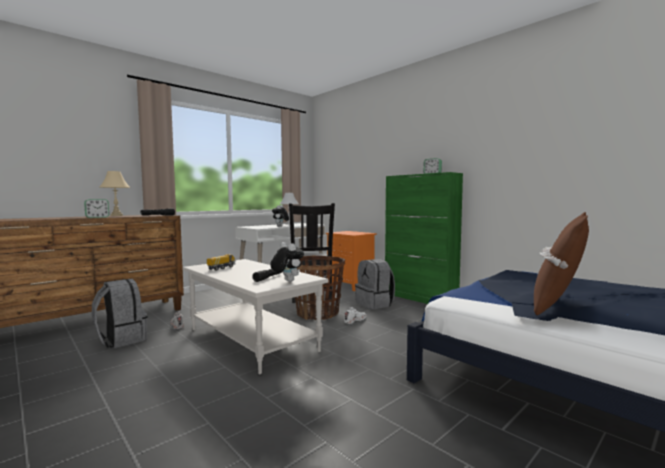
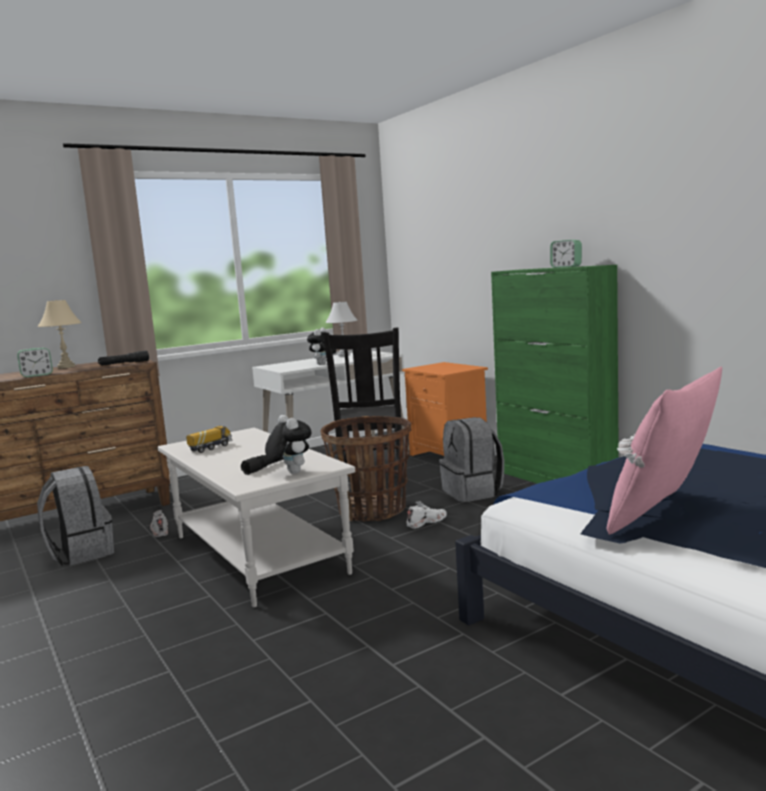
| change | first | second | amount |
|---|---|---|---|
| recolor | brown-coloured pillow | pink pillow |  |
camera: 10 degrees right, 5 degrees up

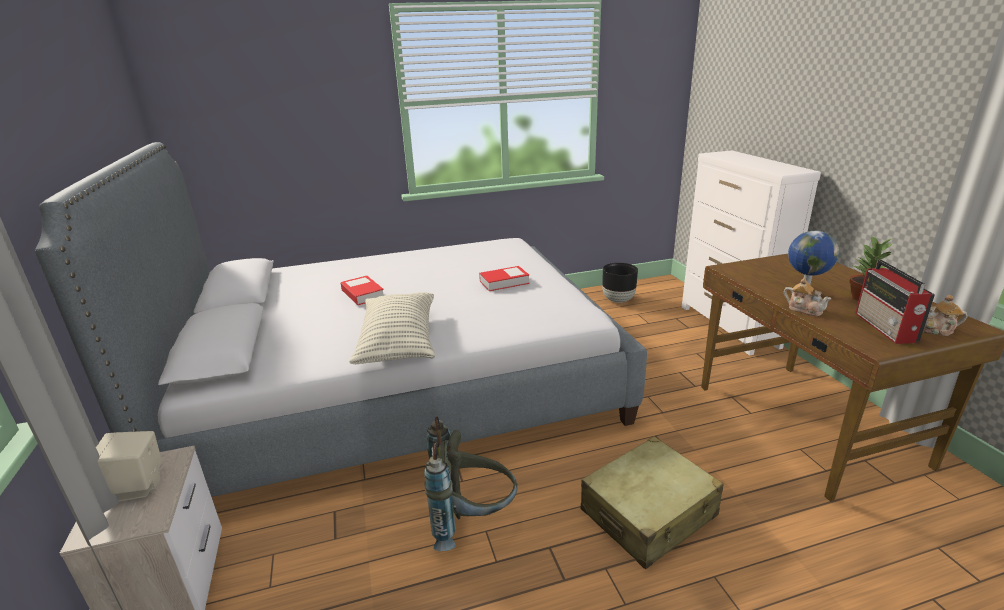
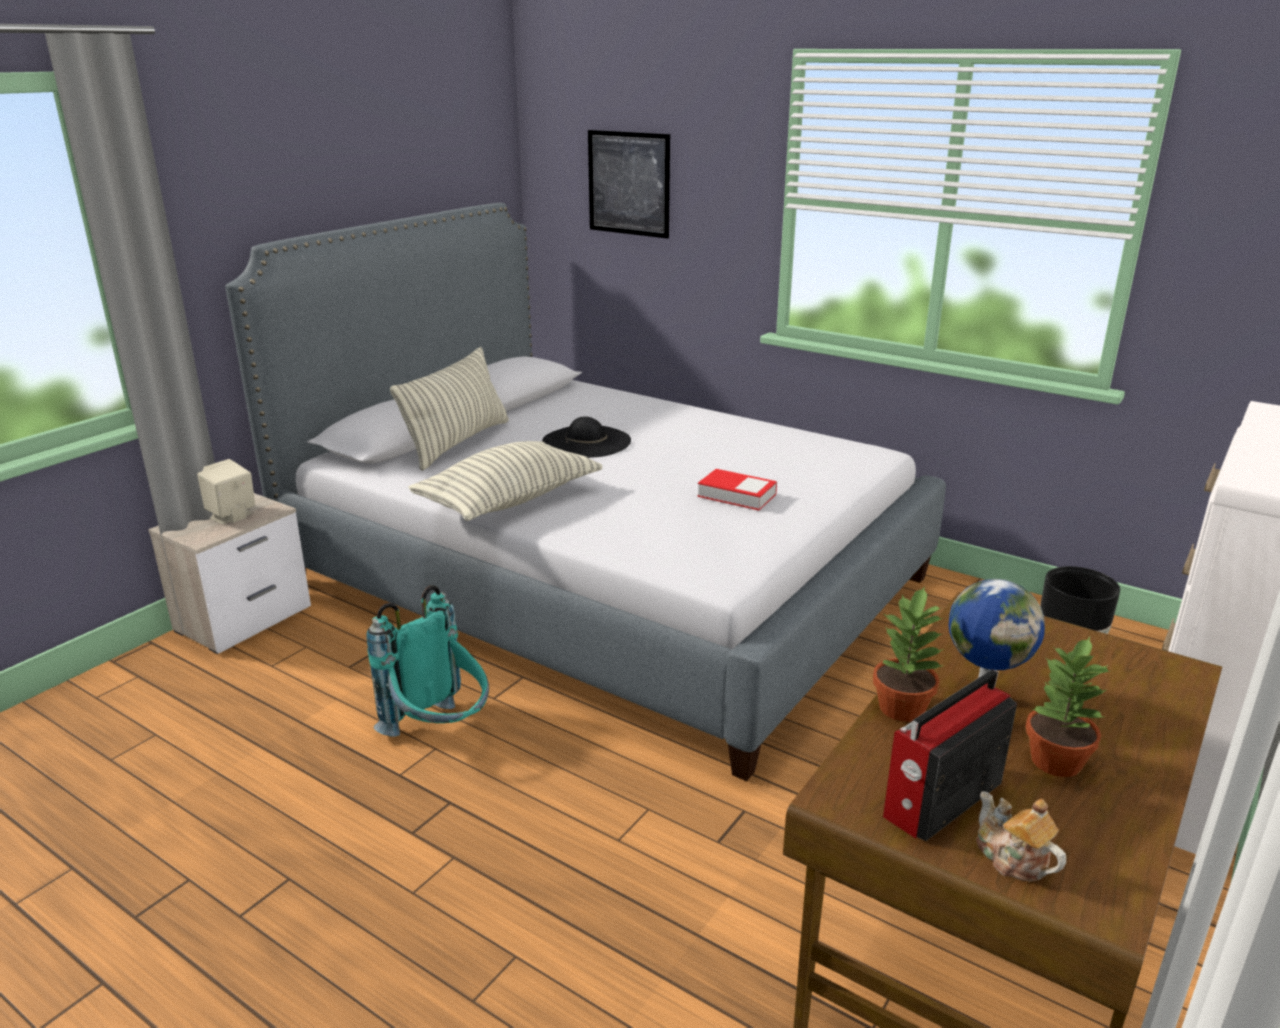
| change | first | second | amount |
|---|---|---|---|
| delete | beige piece of luggage |  |  |
| insert |  | pillow (1st from left) |  |
| insert |  | wall picture |  |
| replace | volume (1st from left) | black hat |  |
| replace | teapot (1st from left) | houseplant (1st from left) |  |
| recolor | gray knapsack | turquoise-coloured knapsack |  |
camera: 50 degrees right, 0 degrees up

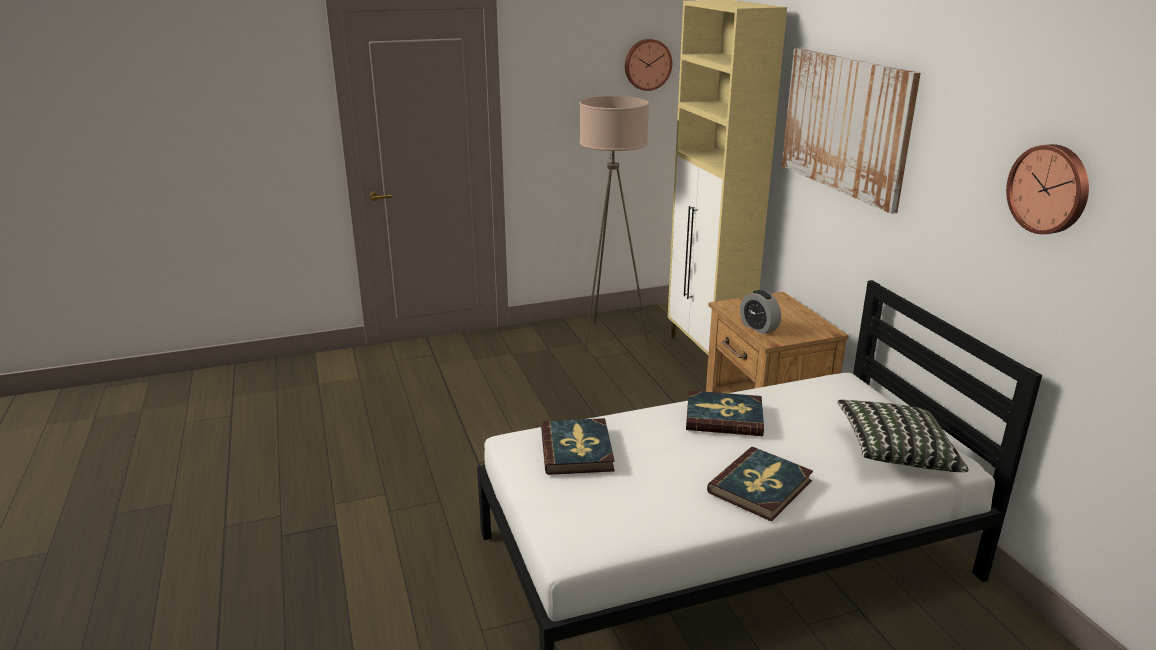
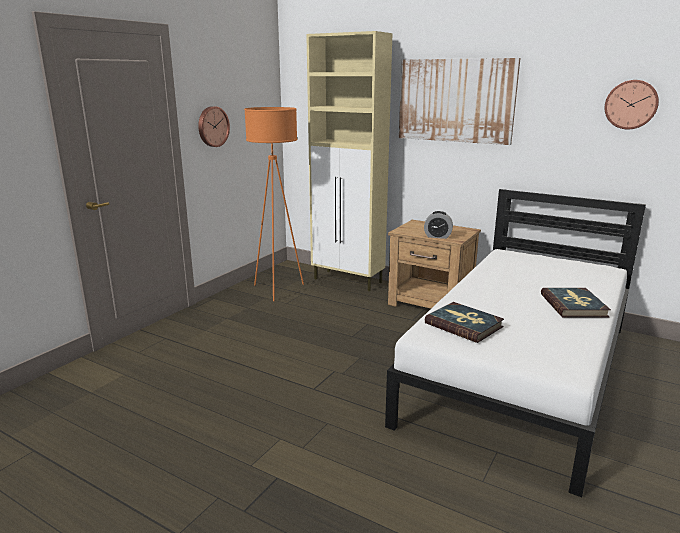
| change | first | second | amount |
|---|---|---|---|
| delete | volume (2nd from left) |  |  |
| delete | pillow |  |  |
| move | wall clock (1st from left) |  |  |
| recolor | beige standing lamp | orange-coloured standing lamp |  |
camera: 40 degrees left, 5 degrees down

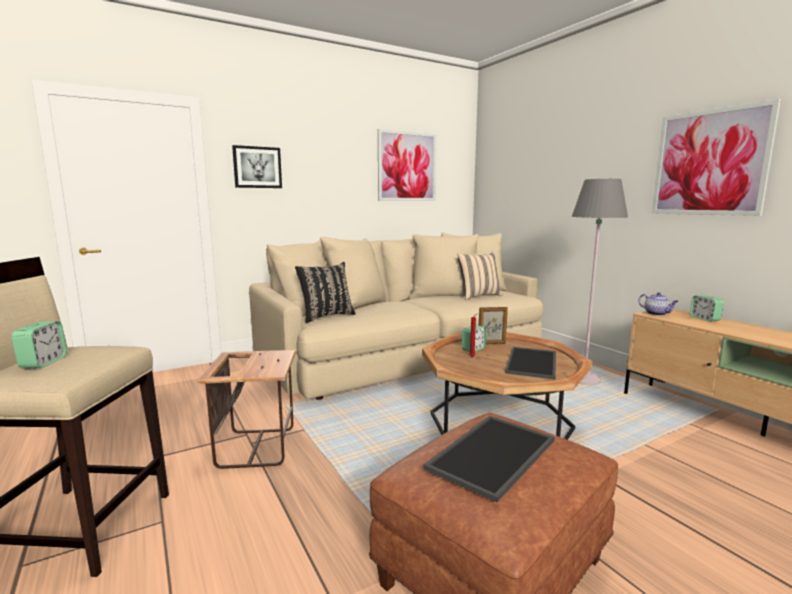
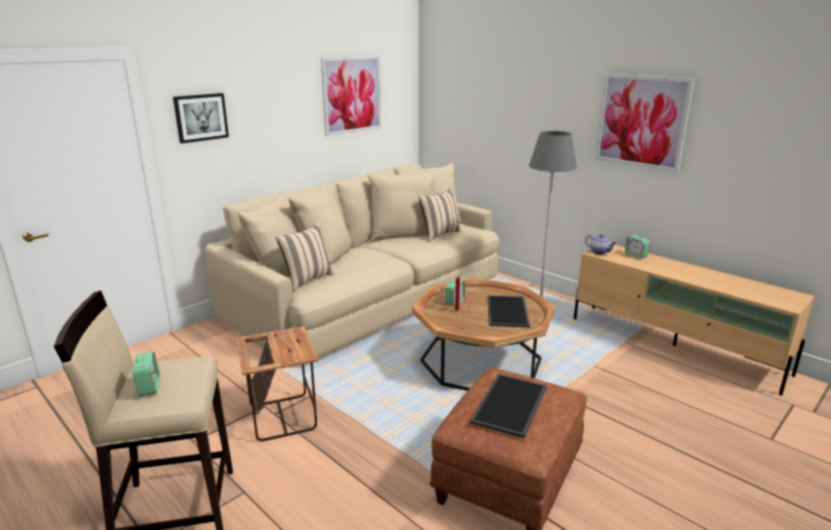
| change | first | second | amount |
|---|---|---|---|
| delete | picture frame |  |  |
| recolor | black pillow | beige pillow (1st from left) |  |
camera: 15 degrees left, 10 degrees up

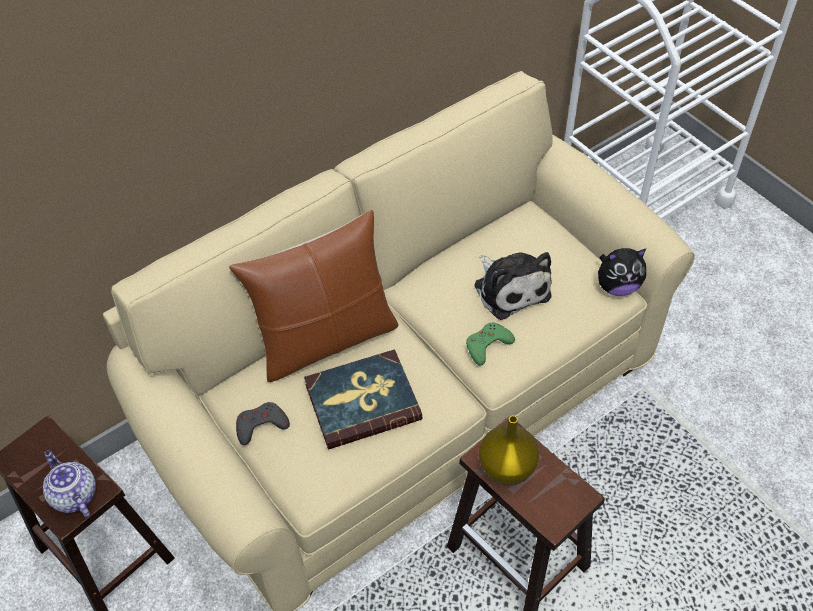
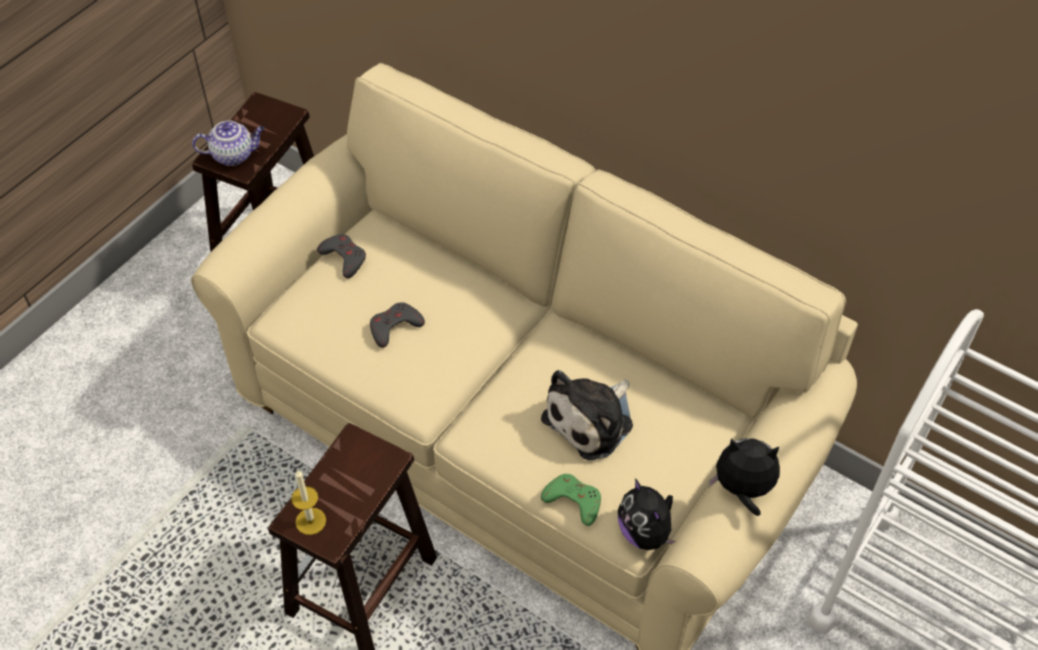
| change | first | second | amount |
|---|---|---|---|
| delete | brown-coloured pillow |  |  |
| delete | yellowish flower vase |  |  |
| insert |  | wax candle |  |
| insert |  | soft toy (3rd from left) |  |
| move | green-coloured gamepad |  |  |
| replace | volume | gray gamepad (2nd from left) |  |
| rotate | teapot |  | 45 degrees clockwise |
camera: 70 degrees right, 0 degrees up

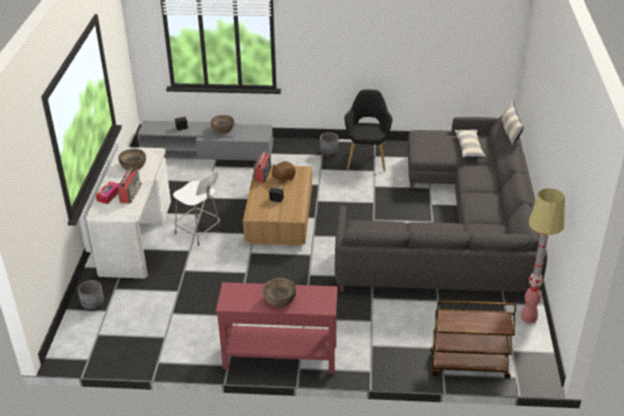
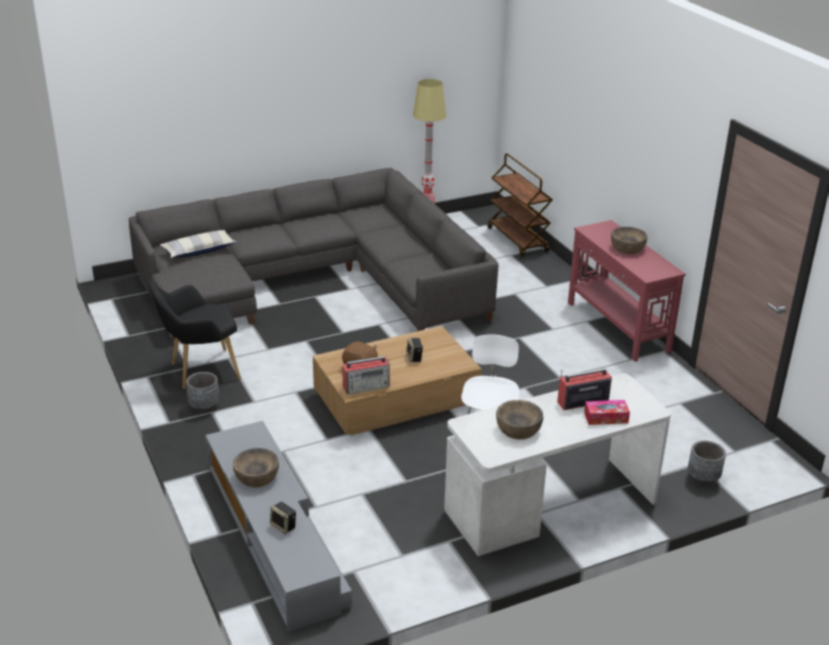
| change | first | second | amount |
|---|---|---|---|
| delete | pillow (2nd from left) |  |  |
camera: 120 degrees left, 5 degrees down

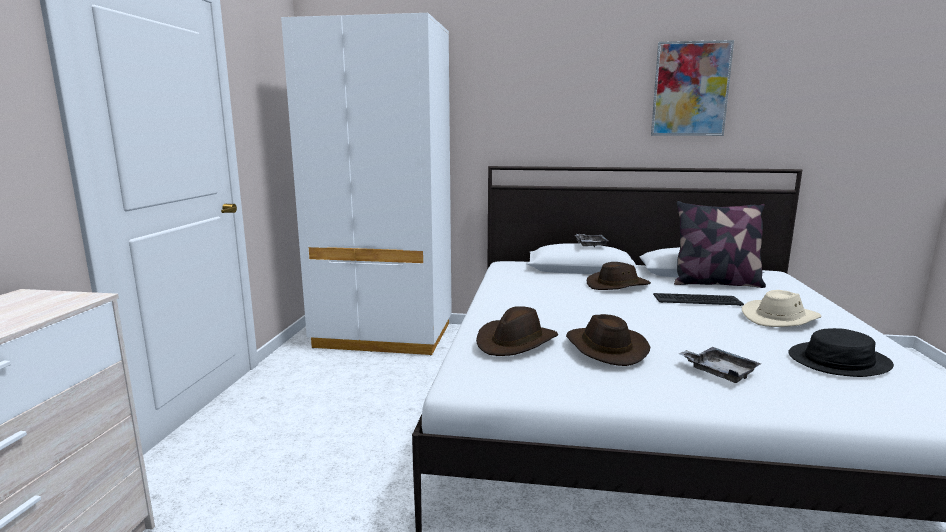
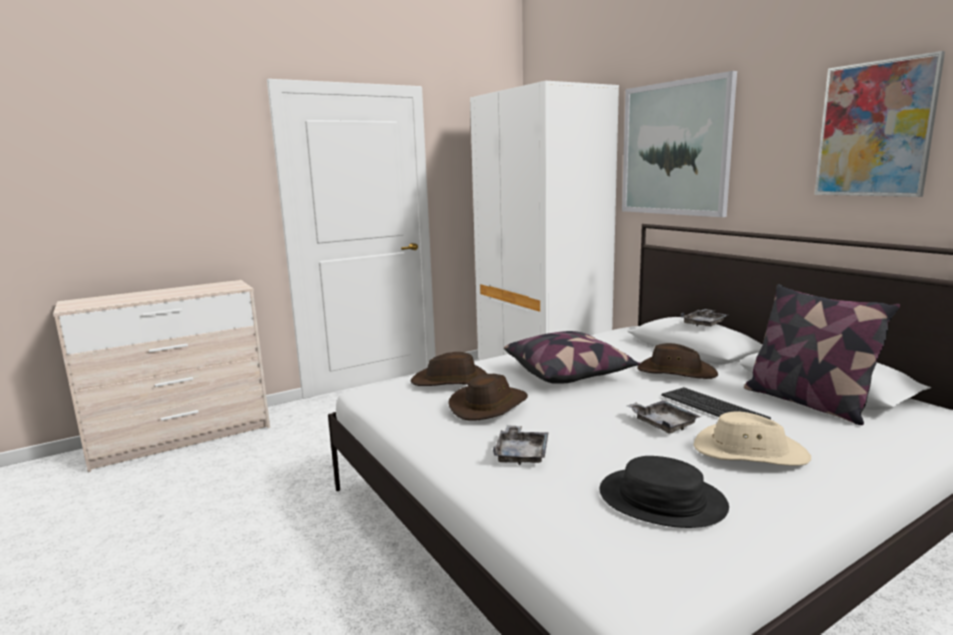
| change | first | second | amount |
|---|---|---|---|
| insert |  | pillow (1st from left) |  |
| insert |  | wall picture (1st from left) |  |
| insert |  | gray serving tray (2nd from left) |  |
camera: 50 degrees right, 0 degrees up

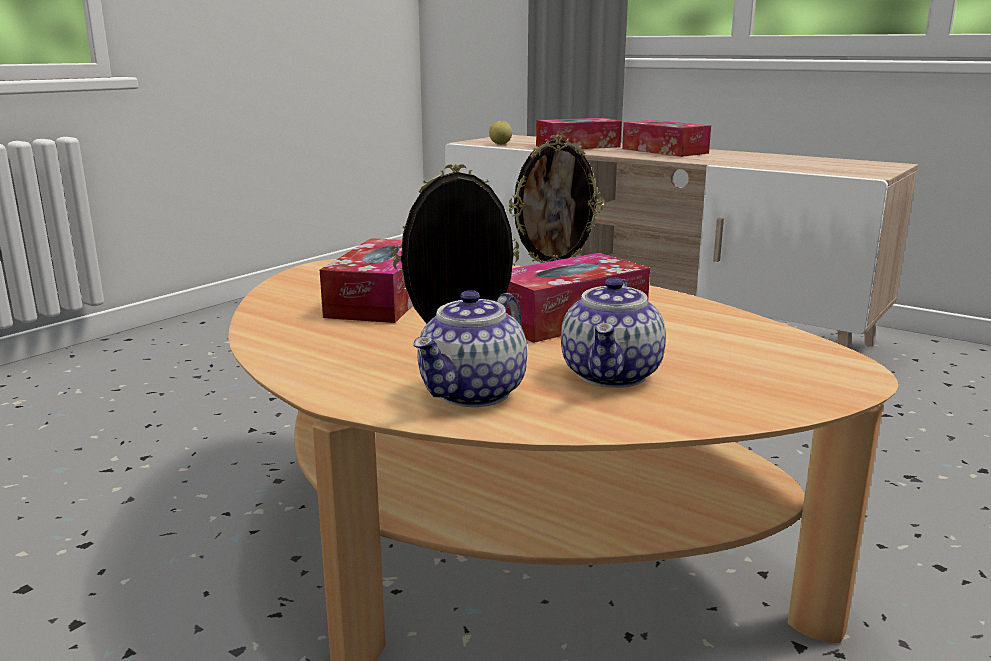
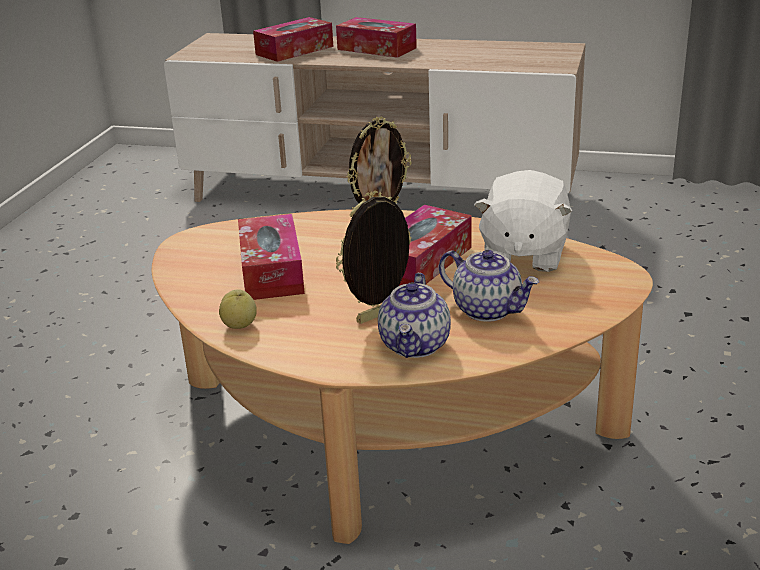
| change | first | second | amount |
|---|---|---|---|
| insert |  | whitish soft toy |  |
| move | apple fruit |  |  |
| rotate | teapot (2nd from left) |  | 45 degrees counterclockwise |
camera: 20 degrees left, 10 degrees up

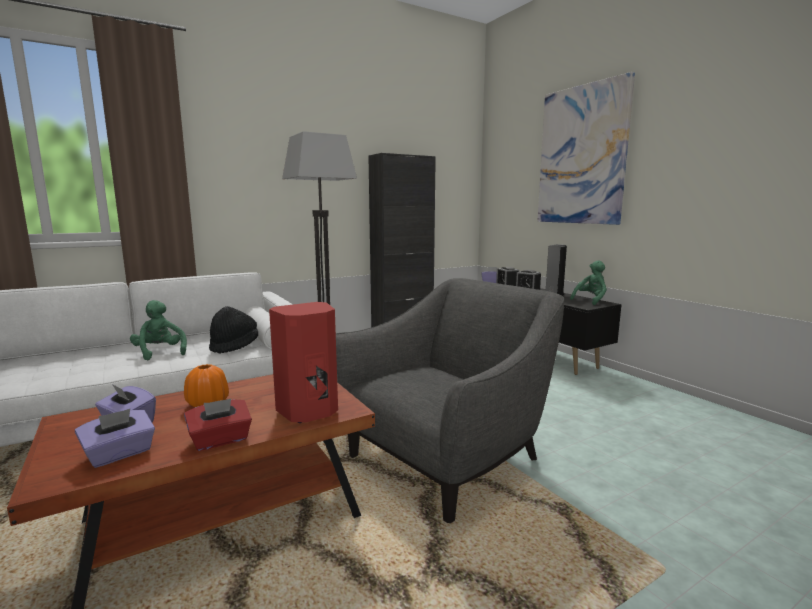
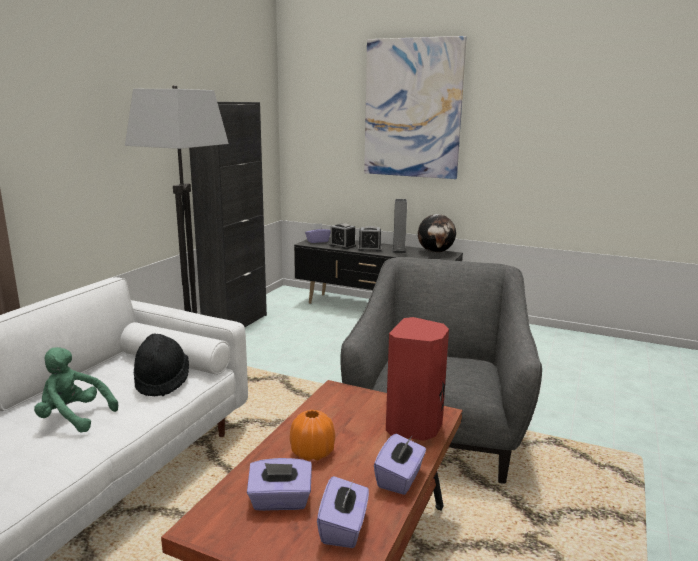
| change | first | second | amount |
|---|---|---|---|
| replace | green-coloured soft toy (2nd from left) | desk globe |  |
| recolor | red-coloured tissue box | purple tissue box (4th from left) |  |
camera: 35 degrees left, 5 degrees up

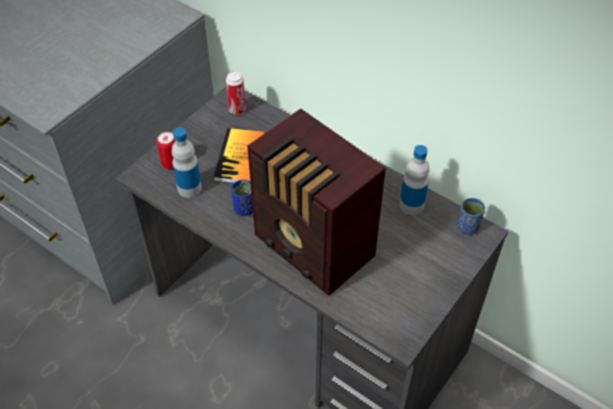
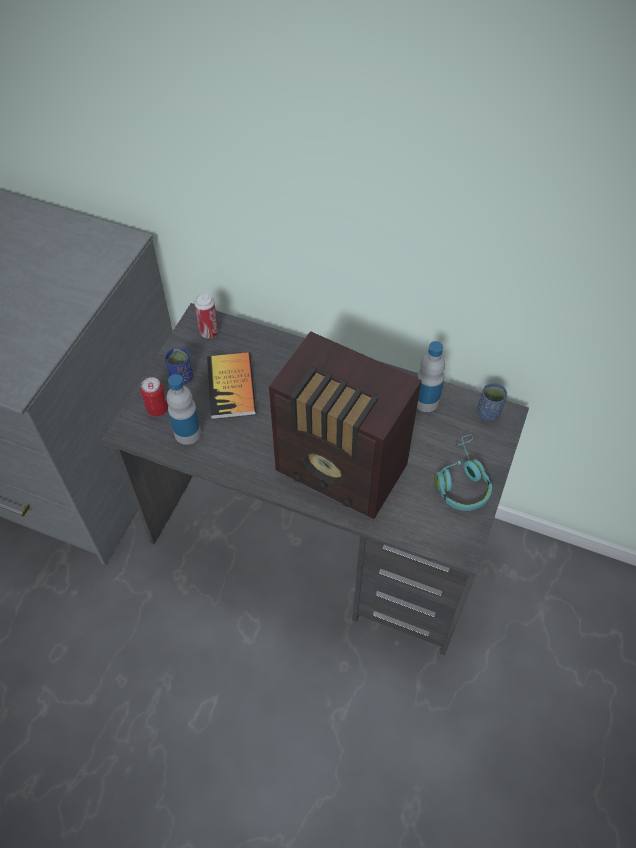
| change | first | second | amount |
|---|---|---|---|
| insert |  | turquoise-coloured pair of headphones |  |
| move | blue cup (1st from left) |  |  |
camera: 15 degrees left, 5 degrees up

